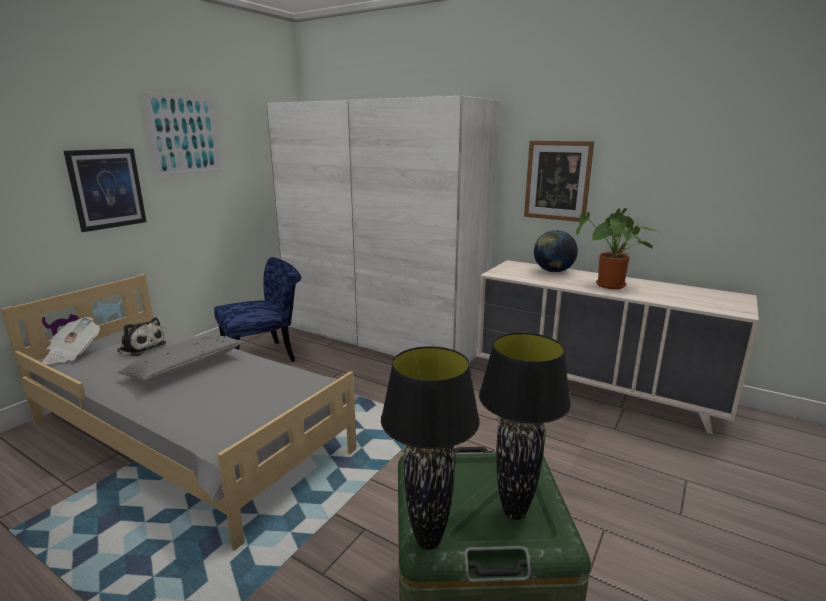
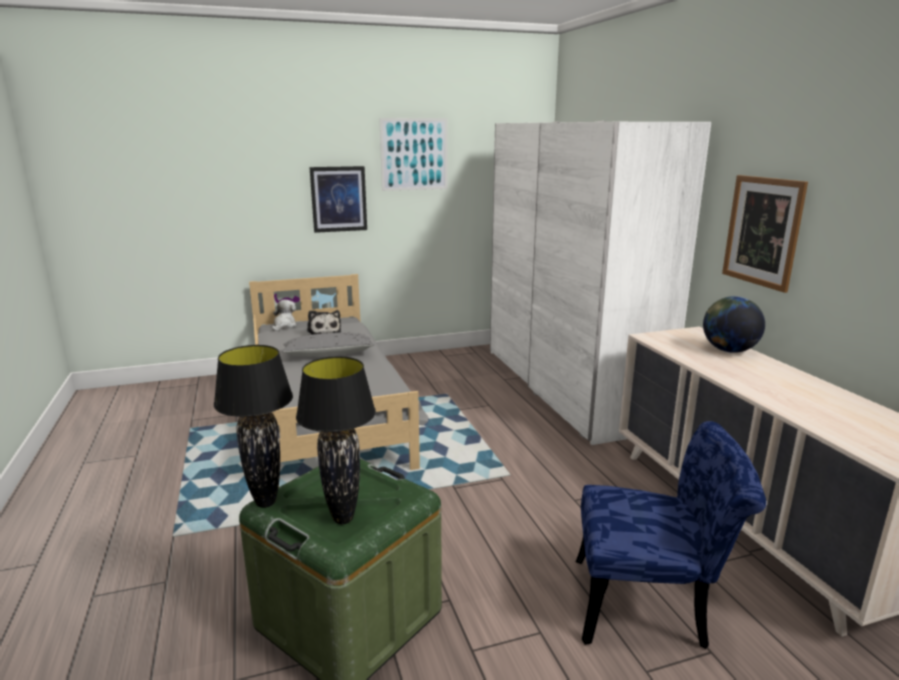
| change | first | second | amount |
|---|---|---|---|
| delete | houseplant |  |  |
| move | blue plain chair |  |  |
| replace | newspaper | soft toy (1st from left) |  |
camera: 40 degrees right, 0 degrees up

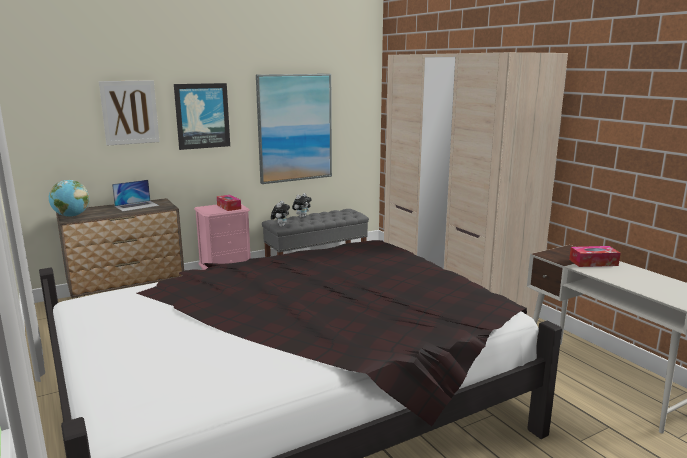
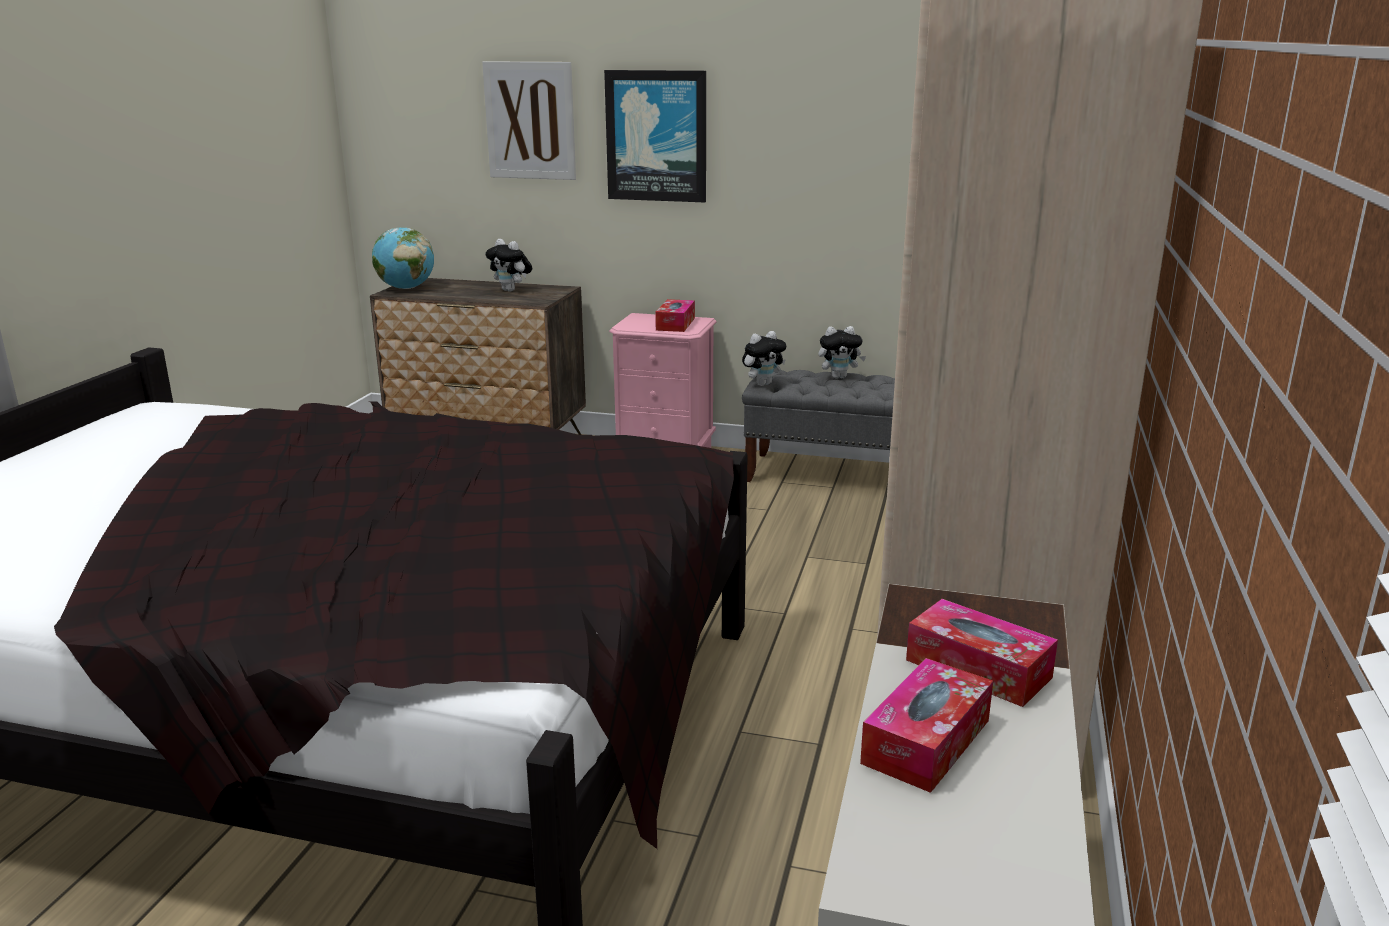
| change | first | second | amount |
|---|---|---|---|
| delete | wall picture (3rd from left) |  |  |
| insert |  | tissue box (2nd from left) |  |
| replace | laptop | soft toy (1st from left) |  |
camera: 45 degrees right, 5 degrees up

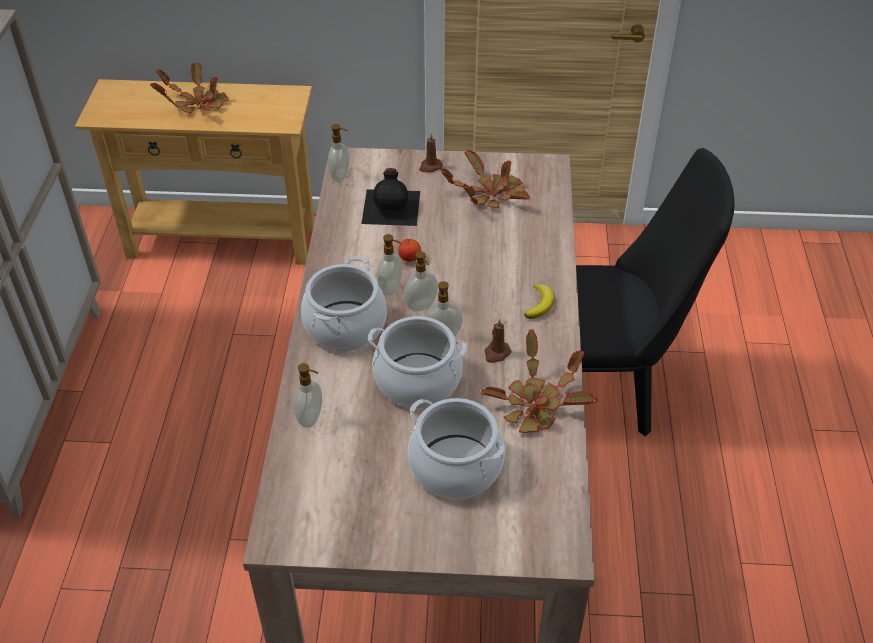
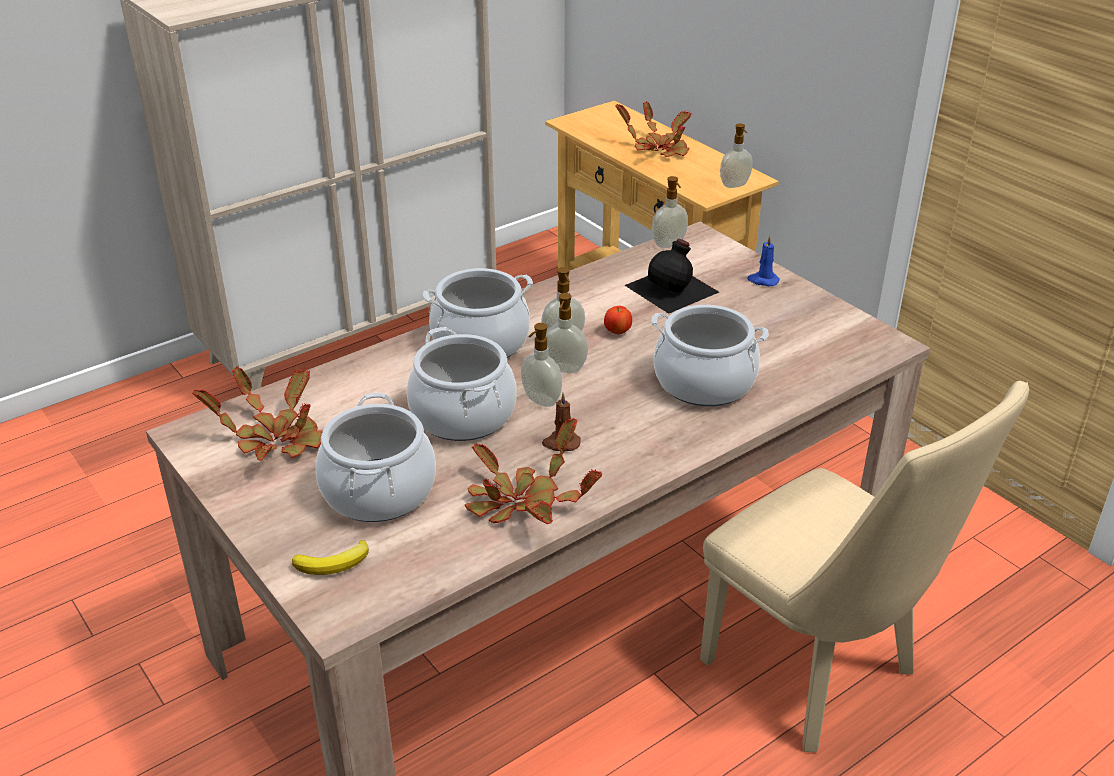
| change | first | second | amount |
|---|---|---|---|
| insert |  | saucepot (4th from left) |  |
| move | soap dispenser (1st from left in the first image) | soap dispenser (5th from left) |  |
| move | houseplant (2nd from left in the first image) | houseplant (1st from left) |  |
| move | banana fruit |  |  |
| recolor | brown-coloured wax candle (1st from left) | blue wax candle |  |
| recolor | black plain chair | beige plain chair |  |
camera: 50 degrees right, 10 degrees down

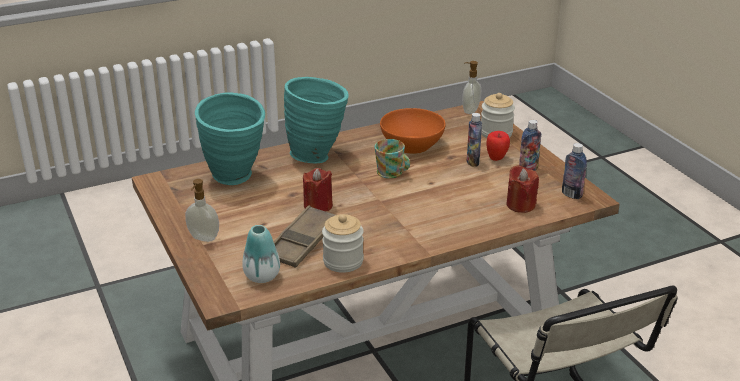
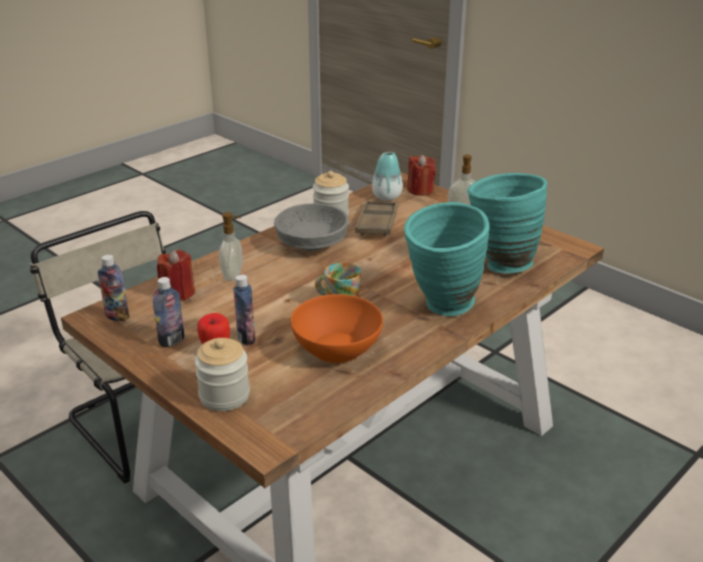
| change | first | second | amount |
|---|---|---|---|
| insert |  | gray serving bowl |  |
| move | red-coloured wax candle (1st from left in the first image) | red-coloured wax candle (2nd from left) |  |
| move | soap dispenser (2nd from left in the first image) | soap dispenser (1st from left) |  |
camera: 160 degrees right, 0 degrees up

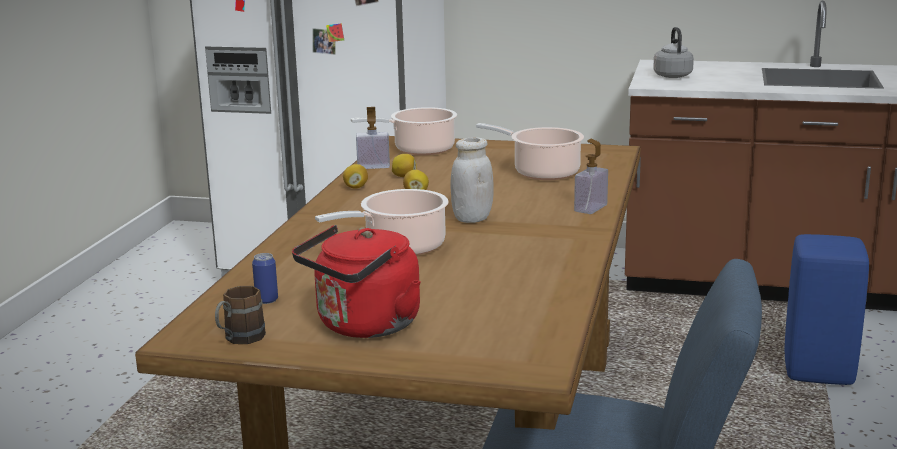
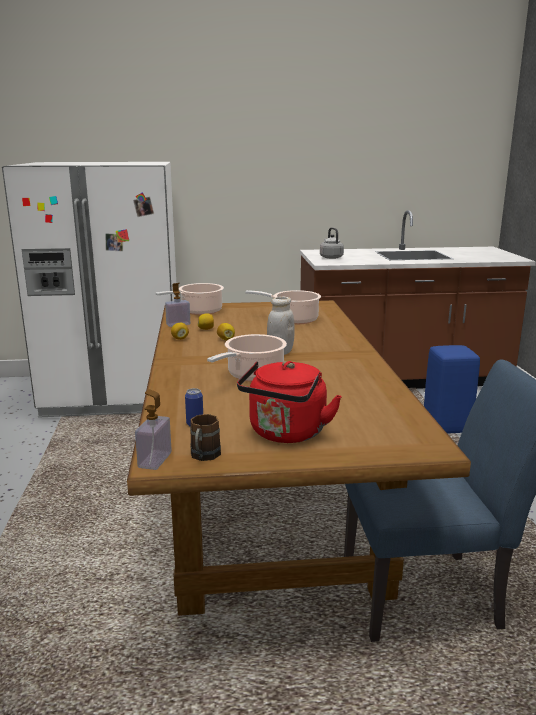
| change | first | second | amount |
|---|---|---|---|
| move | soap dispenser (2nd from left in the first image) | soap dispenser (1st from left) |  |
camera: 20 degrees left, 0 degrees up

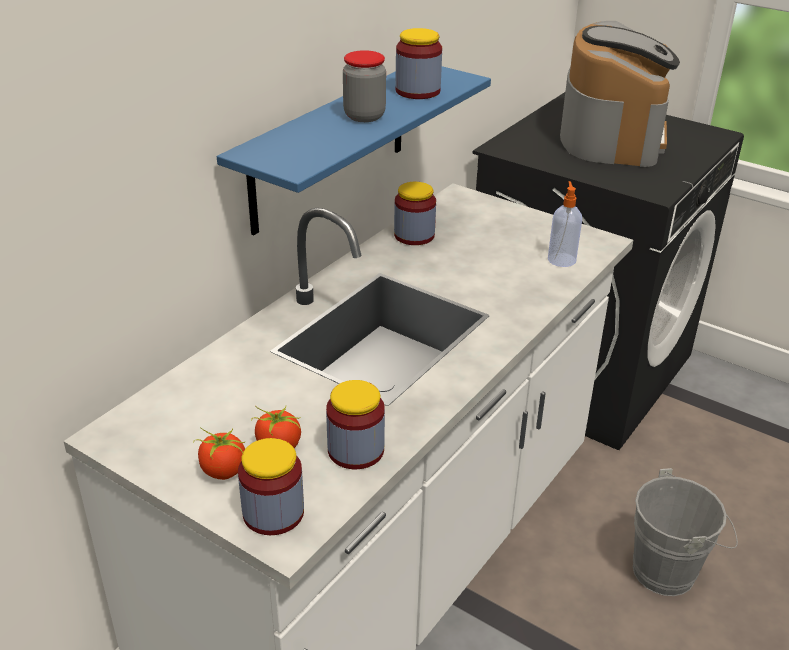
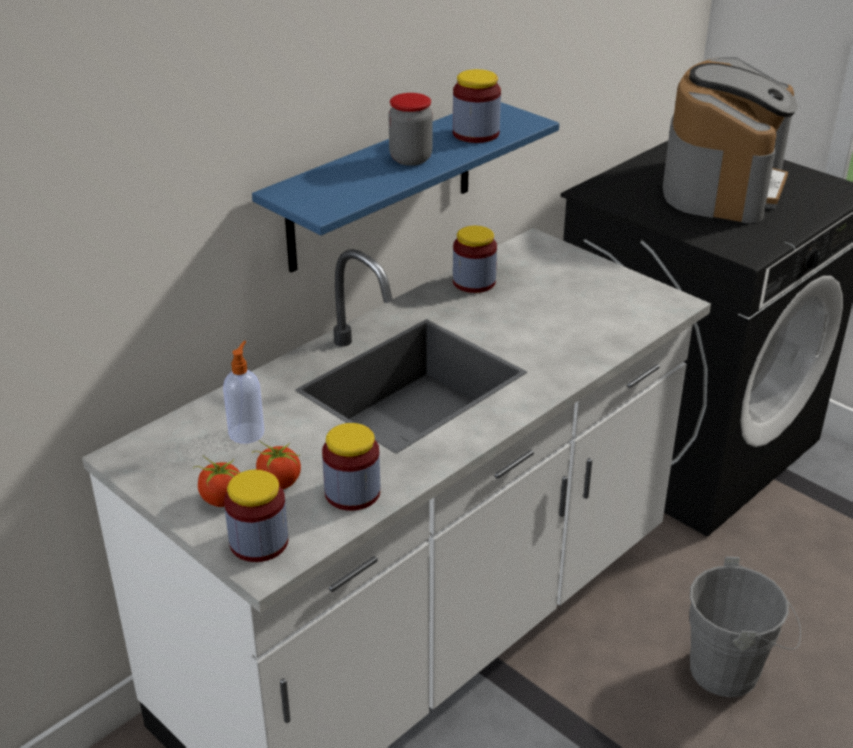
| change | first | second | amount |
|---|---|---|---|
| move | soap dispenser |  |  |
camera: 10 degrees right, 0 degrees up

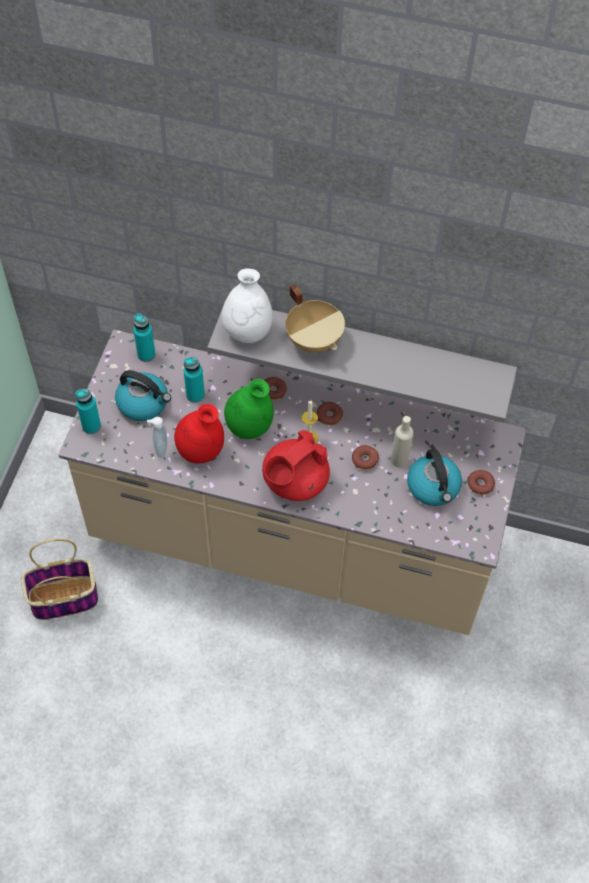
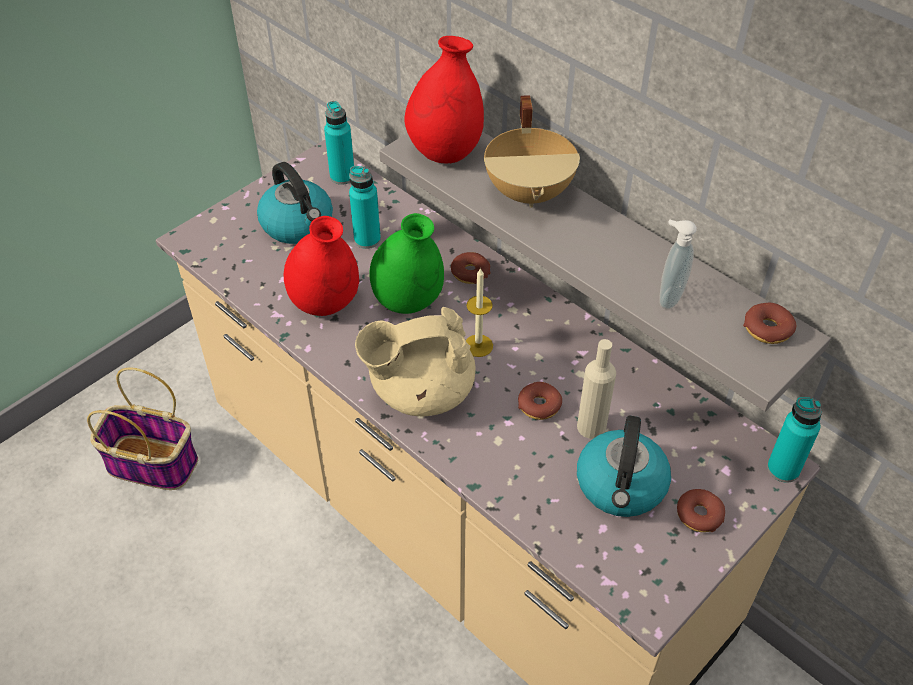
| change | first | second | amount |
|---|---|---|---|
| move | turquoise-coloured drink bottle (1st from left in the first image) | turquoise-coloured drink bottle (3rd from left) |  |
| move | soap dispenser |  |  |
| move | doughnut (2nd from left in the first image) | doughnut (4th from left) |  |
| recolor | whitish flower vase | red-coloured flower vase (2nd from left) |  |
| recolor | red-coloured teapot | beige teapot |  |
camera: 30 degrees right, 10 degrees down

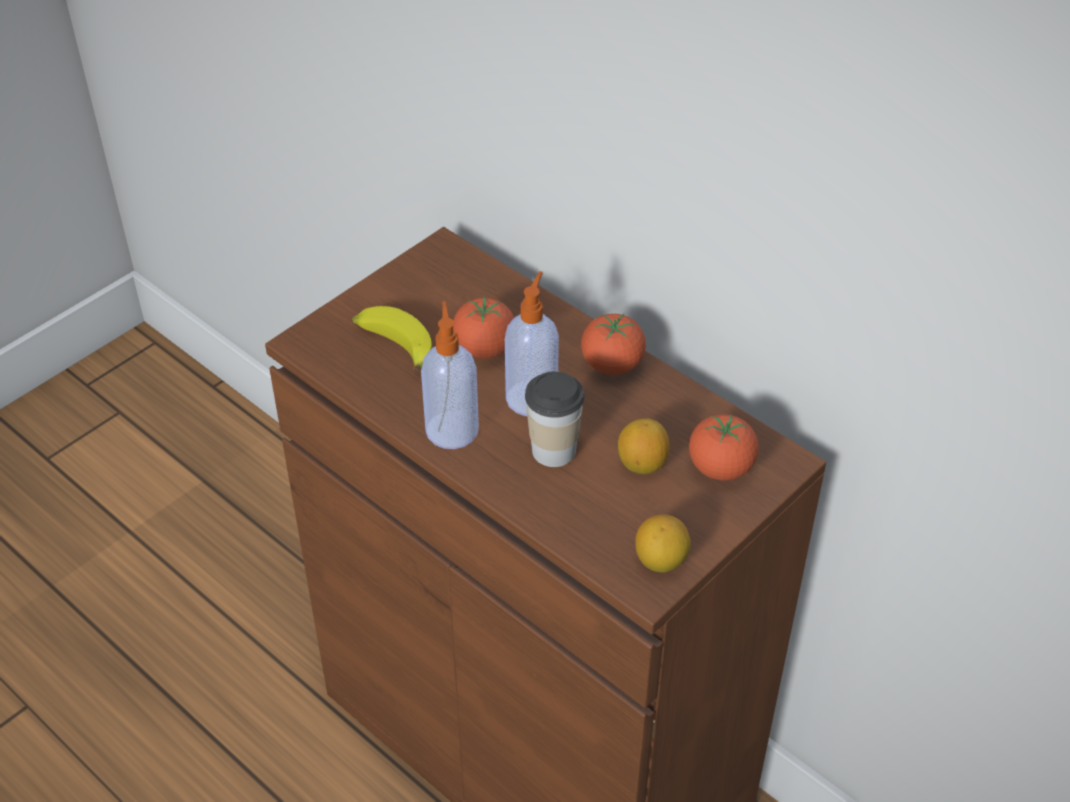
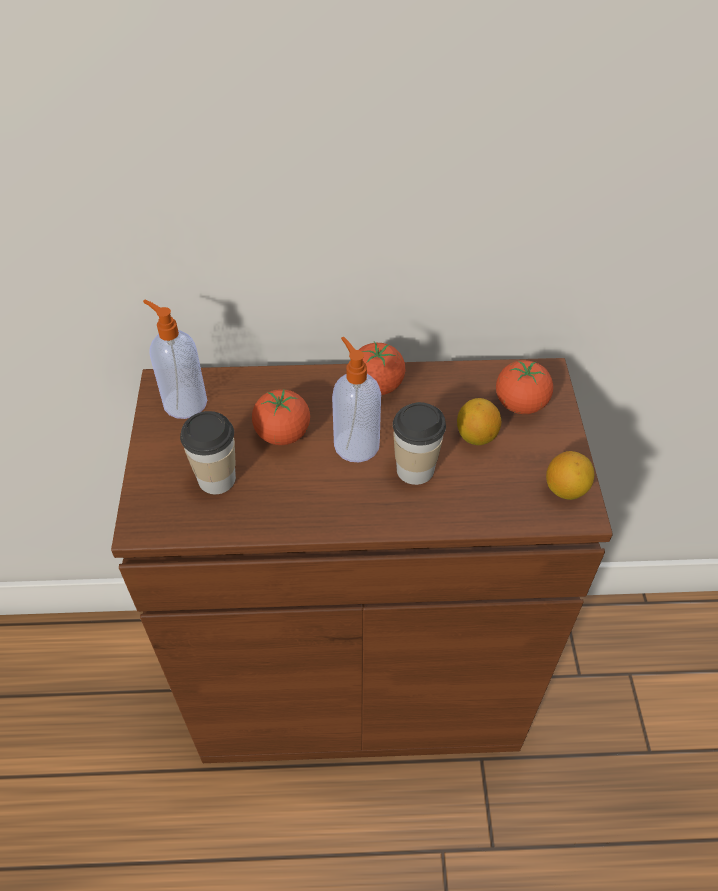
| change | first | second | amount |
|---|---|---|---|
| move | soap dispenser (1st from left) |  |  |
| replace | banana fruit | cup (1st from left) |  |
camera: 45 degrees left, 5 degrees up

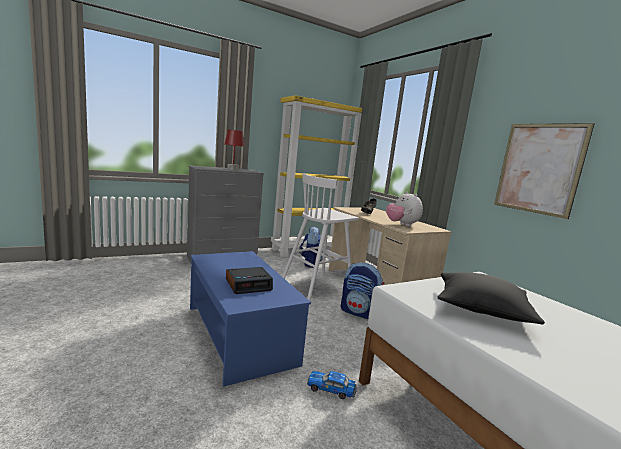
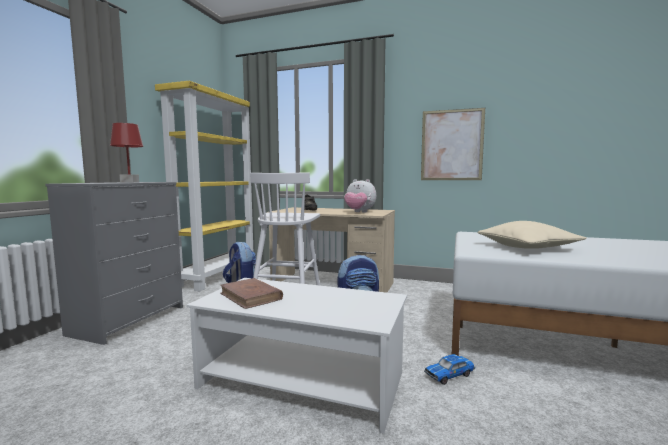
| change | first | second | amount |
|---|---|---|---|
| delete | table clock |  |  |
| insert |  | brown-coloured volume |  |
| recolor | blue low table | whitish low table |  |
| recolor | black pillow | beige pillow |  |
camera: 40 degrees left, 5 degrees down

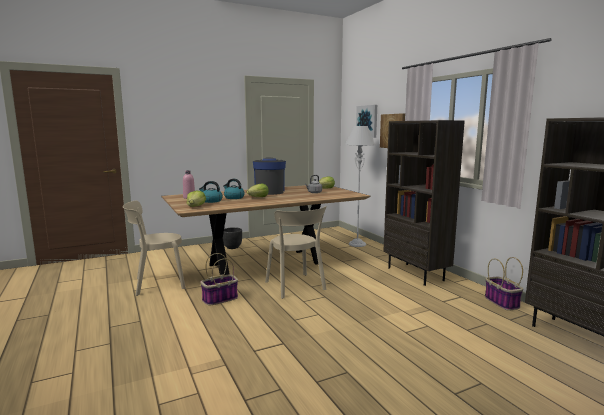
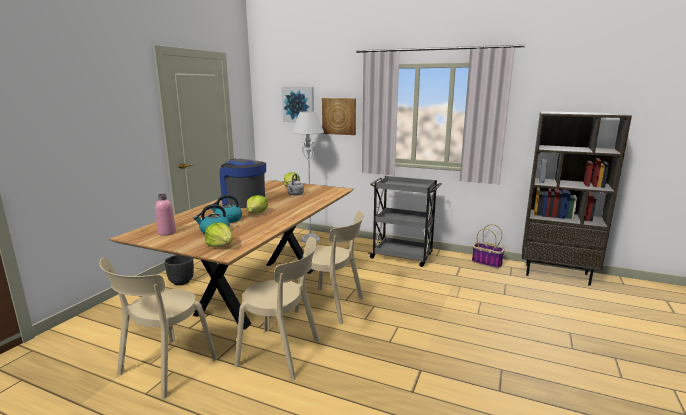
| change | first | second | amount |
|---|---|---|---|
| replace | storage basket (1st from left) | beige plain chair (2nd from left) |  |
| replace | brown-coloured shelving unit (1st from left) | gray trolley |  |
camera: 40 degrees left, 5 degrees up

